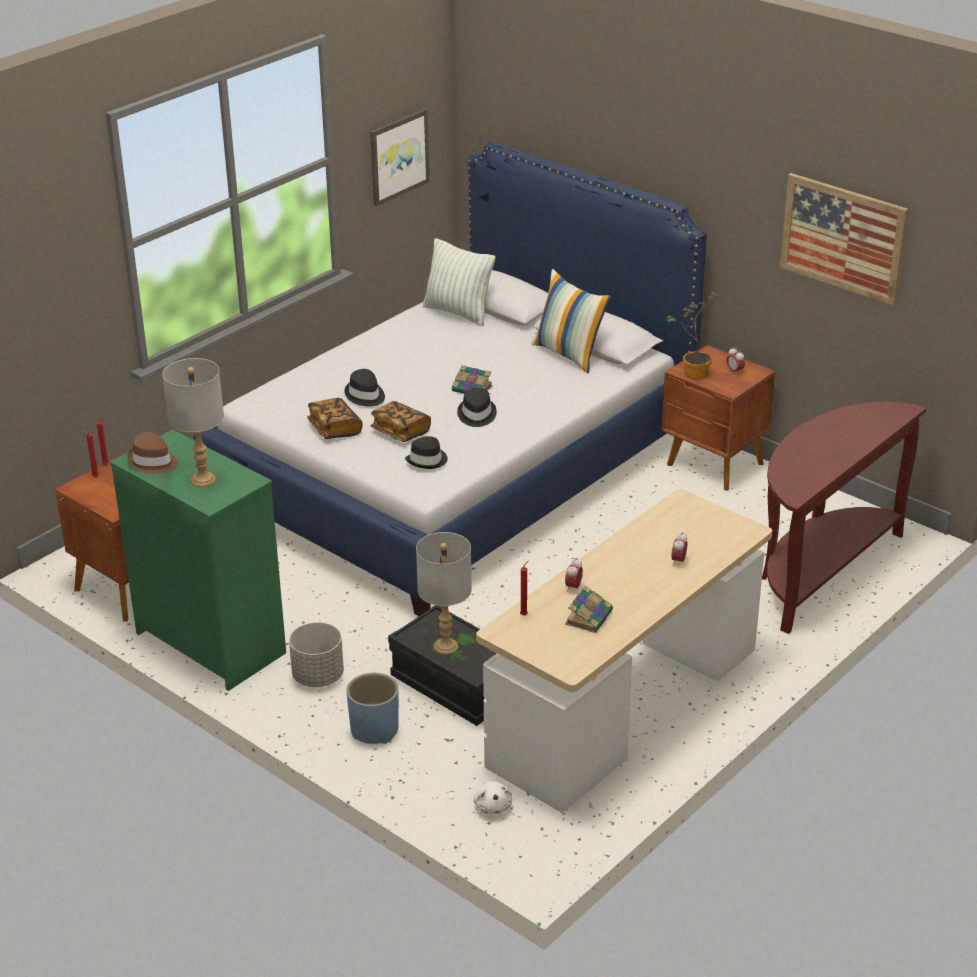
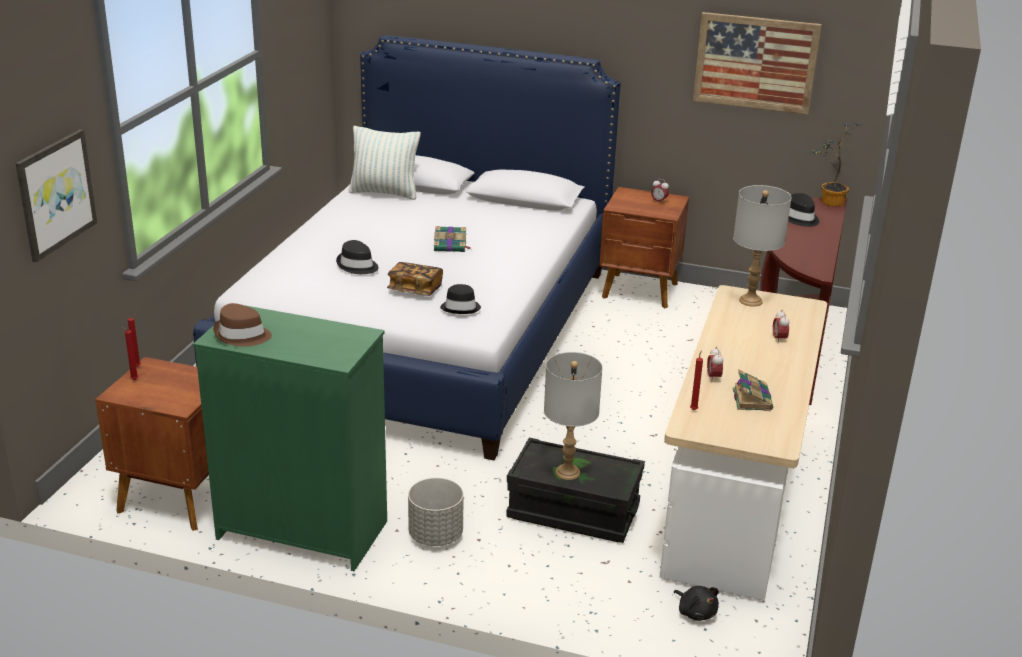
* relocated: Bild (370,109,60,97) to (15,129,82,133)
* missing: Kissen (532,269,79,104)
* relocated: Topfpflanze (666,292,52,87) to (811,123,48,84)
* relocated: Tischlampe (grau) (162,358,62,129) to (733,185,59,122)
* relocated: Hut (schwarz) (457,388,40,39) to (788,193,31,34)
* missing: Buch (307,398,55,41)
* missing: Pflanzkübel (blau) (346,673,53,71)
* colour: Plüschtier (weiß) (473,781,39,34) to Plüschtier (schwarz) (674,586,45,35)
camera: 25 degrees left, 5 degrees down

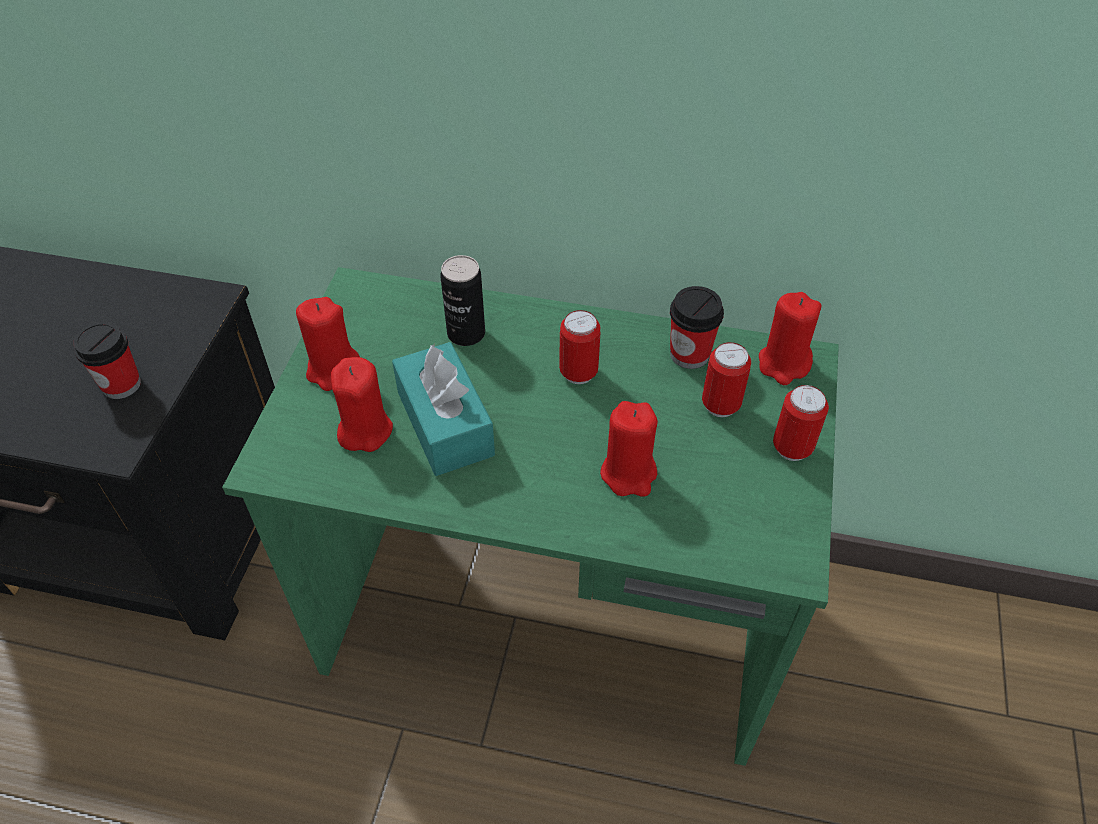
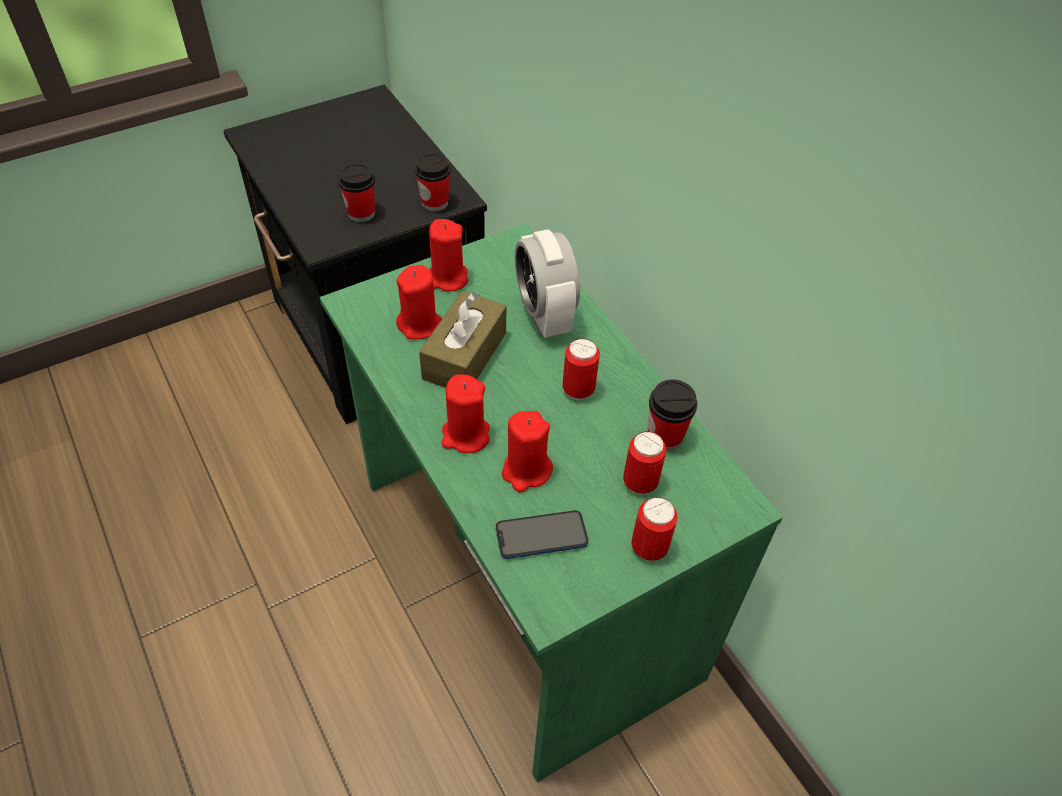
* exchanged: Dose (440,255,45,91) to Wecker (515,229,65,109)
* relocated: Kerze (rot) (759,292,62,93) to (442,374,48,79)
* colour: Taschentuchbox (türkis) (392,342,103,134) to Taschentuchbox (braun) (419,291,87,97)
* appeared: Tasse (415,153,36,58)
* appeared: Handy (495,510,94,49)
camera: 45 degrees right, 0 degrees up

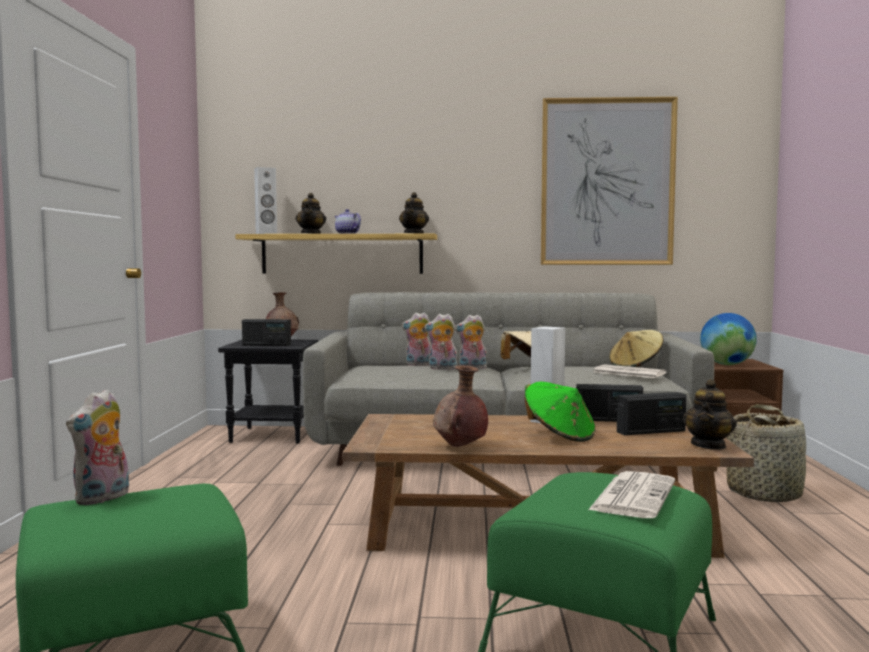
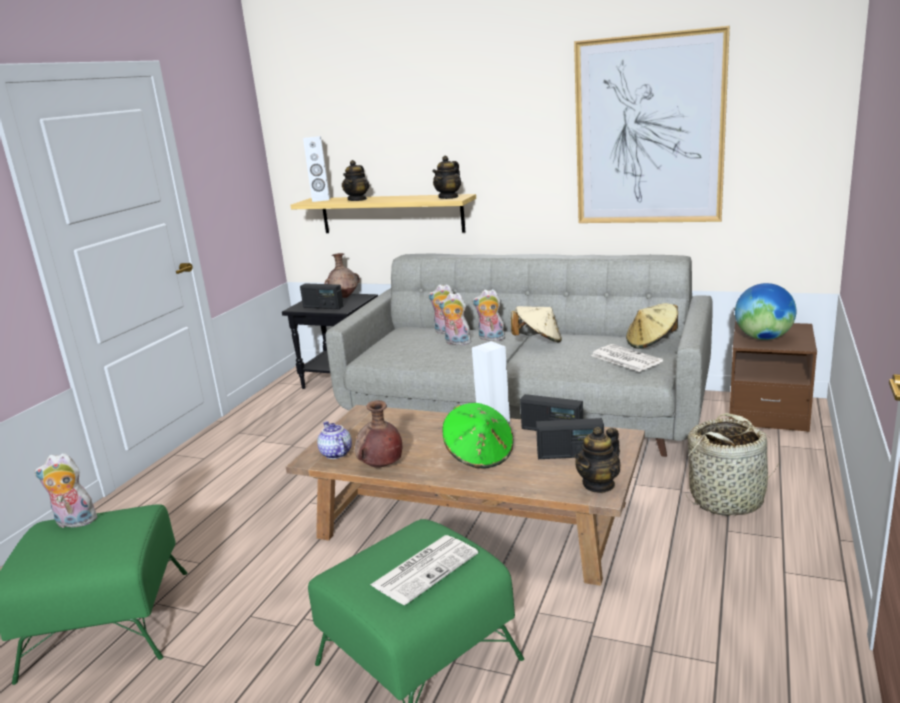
* relocated: Teekanne (334,209,27,25) to (317,421,35,38)
* spun: Plüschtier (66,389,63,116) = (34,453,65,75) 45 degrees clockwise
camera: 20 degrees right, 15 degrees up

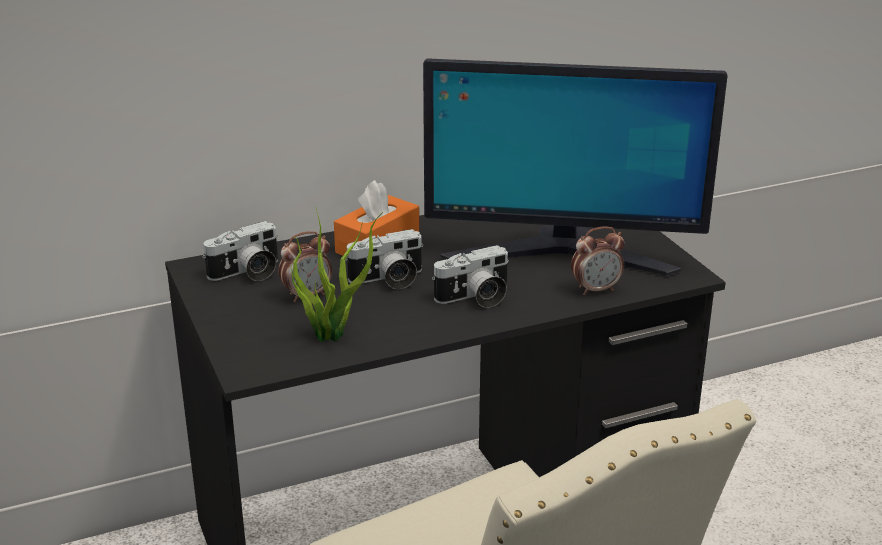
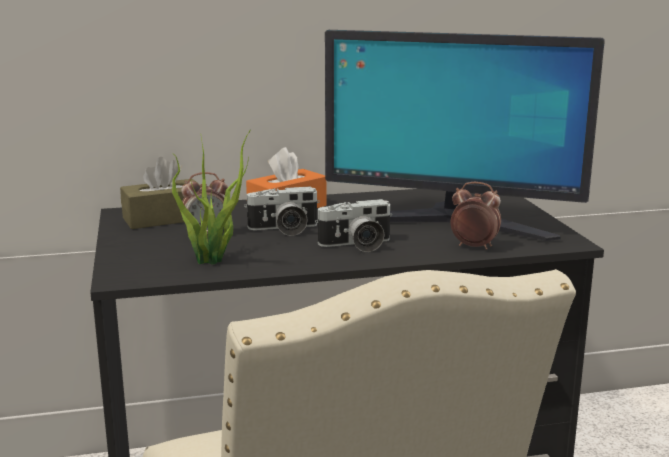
* exchanged: Kamera (202,221,76,60) to Taschentuchbox (braun) (120,157,76,72)
* spun: Wecker (571,226,53,69) = (451,182,50,68) 150 degrees counterclockwise
camera: 10 degrees right, 10 degrees down

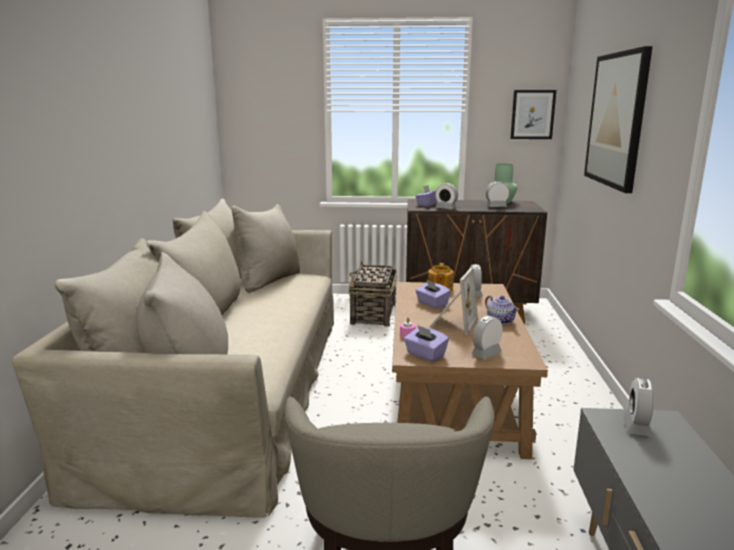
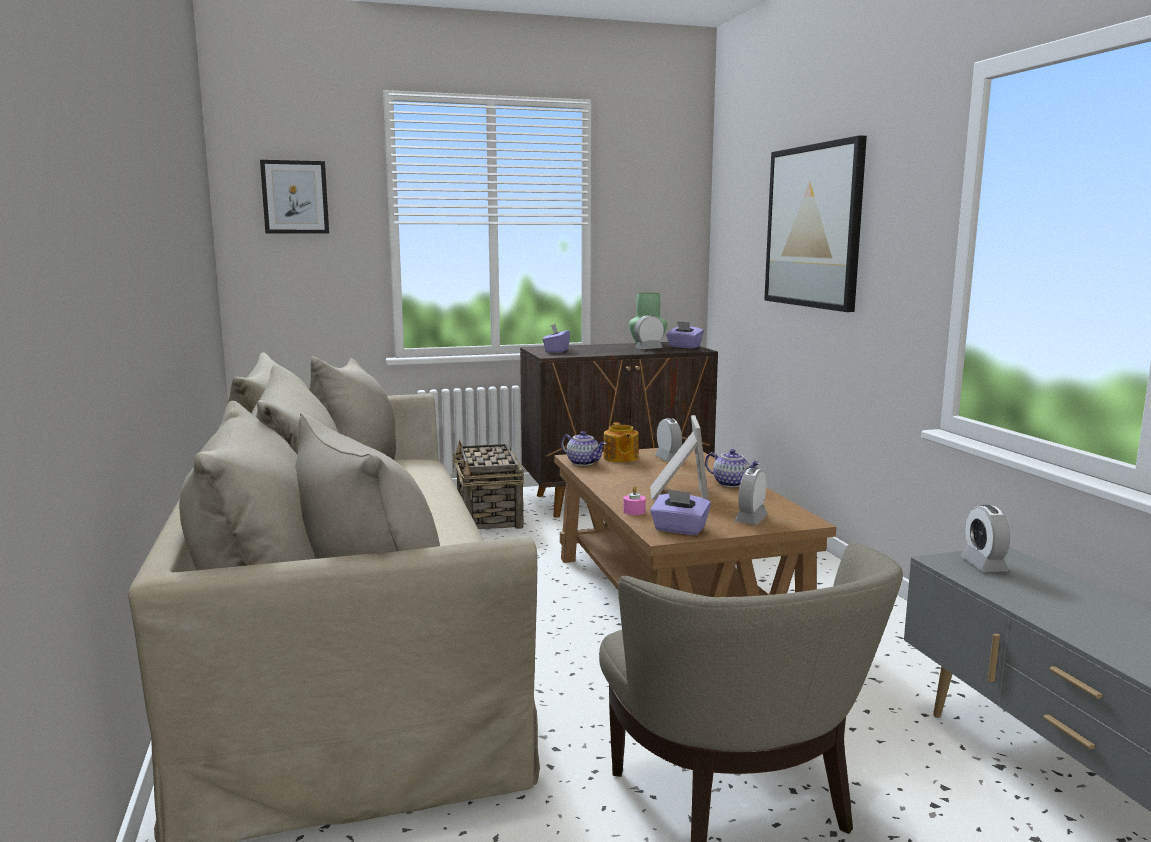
* relocated: Bild (510,90,47,49) to (260,160,69,74)
* missing: Wecker (435,183,23,26)
* relocated: Taschentuchbox (lila) (415,279,36,29) to (666,321,38,27)
* appeared: Teekanne (561,431,45,35)
camera: 20 degrees left, 5 degrees down

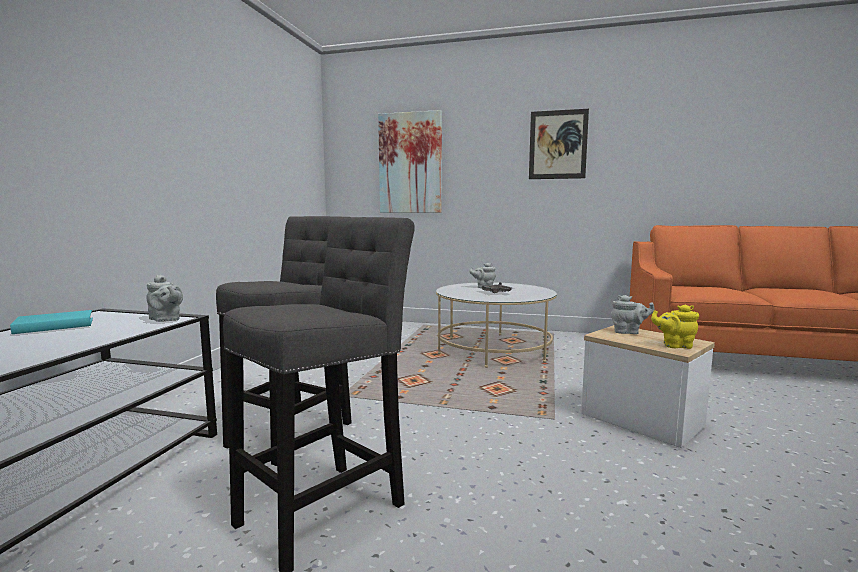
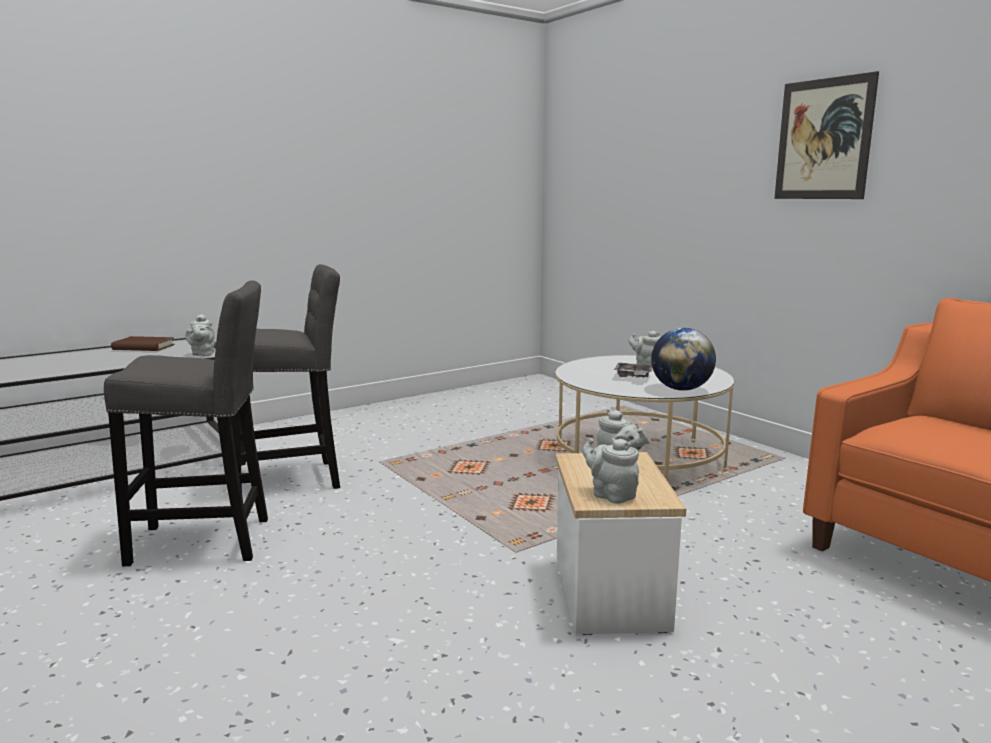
* missing: Bild (378,110,64,103)
* colour: Teekanne (gelb) (651,305,48,44) to Teekanne (grau) (582,438,57,66)
* colour: Buch (türkis) (10,310,83,24) to Buch (braun) (111,336,64,15)
* appeared: Globus (651,328,65,63)
camera: 40 degrees right, 5 degrees up

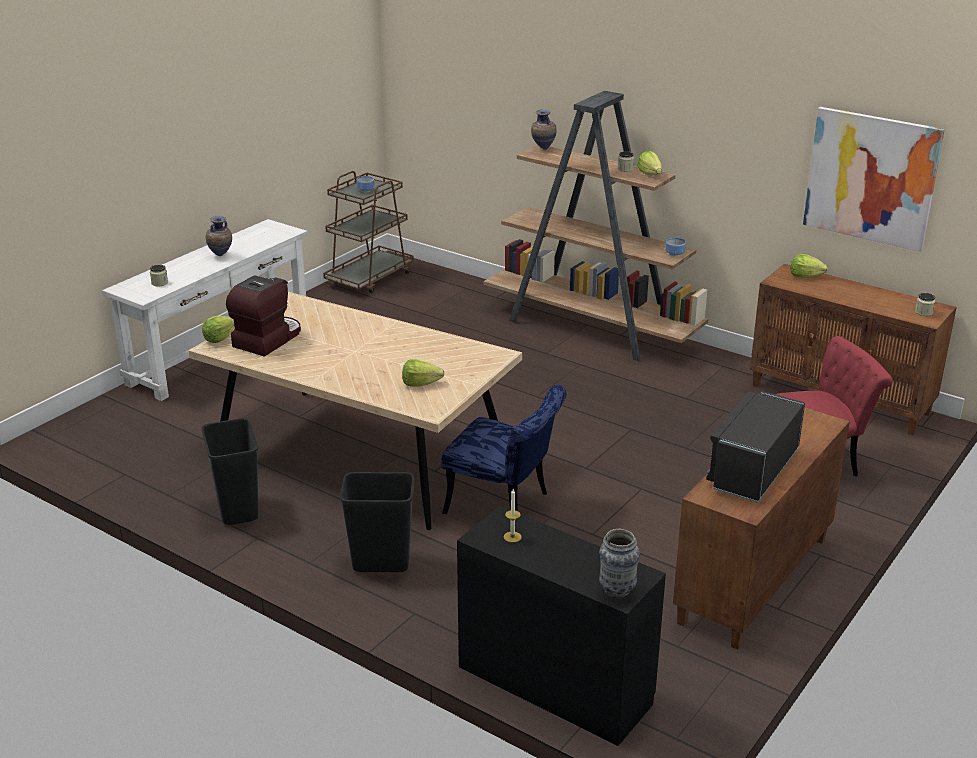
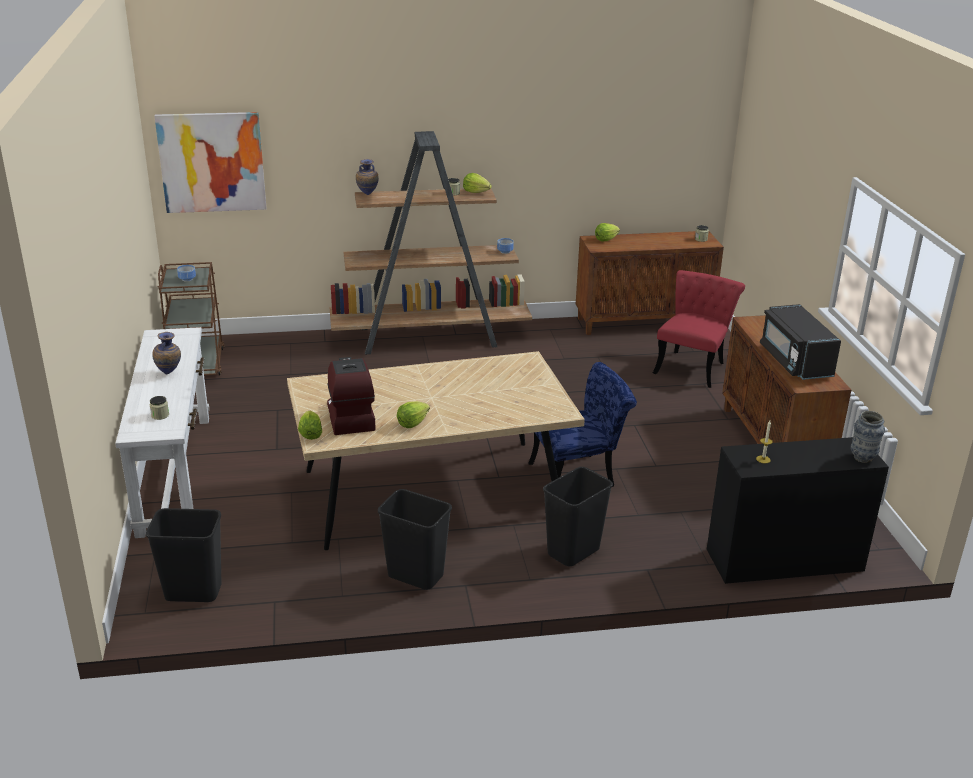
* relocated: Bild (803,107,142,145) to (154,112,112,101)
* relocated: Salatkopf (402,359,42,28) to (397,401,33,27)
* appeared: Mülleimer (schwarz) (146,508,76,94)
camera: 45 degrees left, 0 degrees up

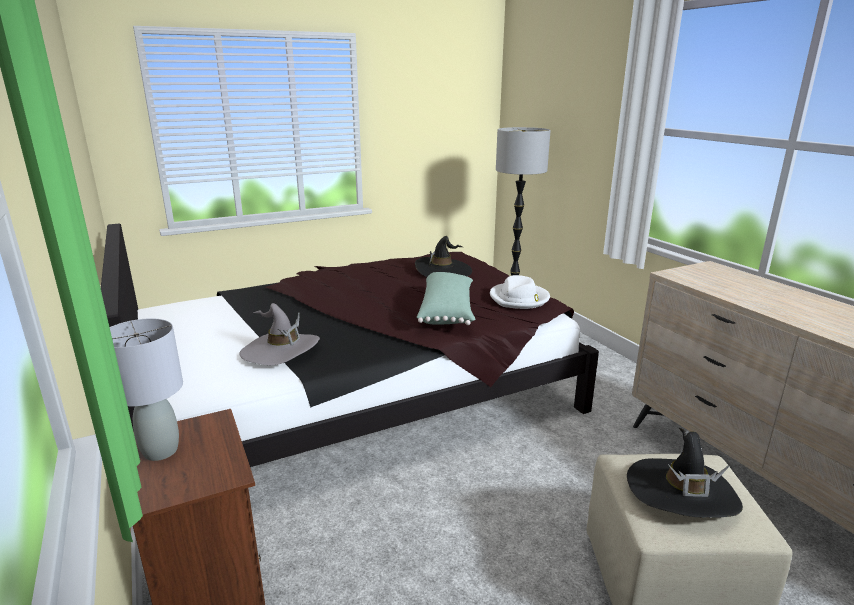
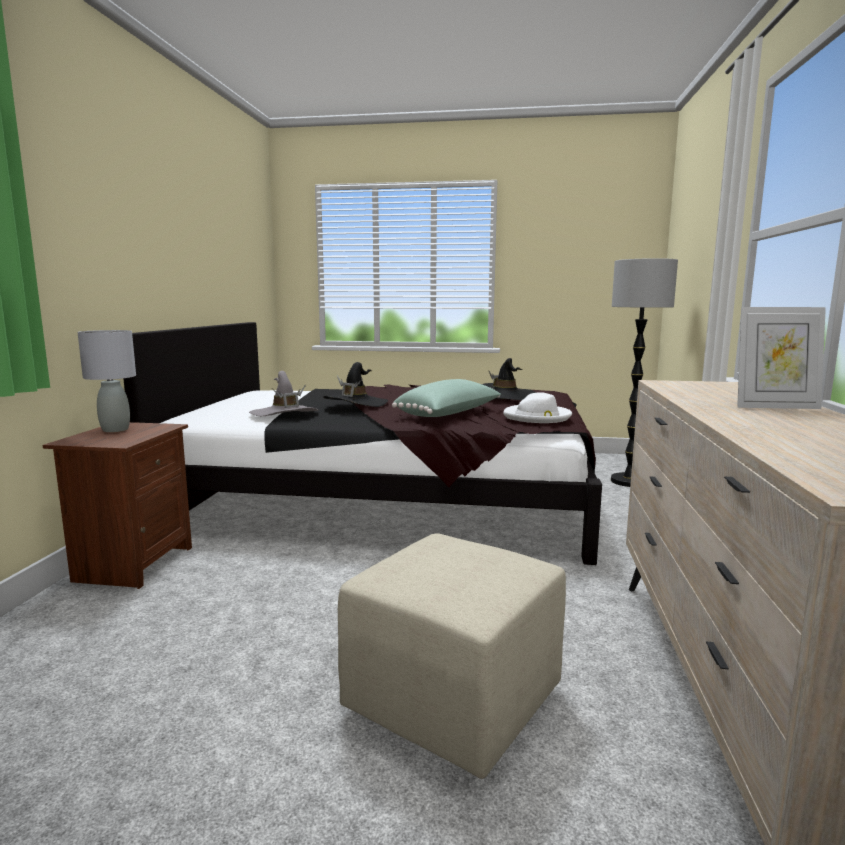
* relocated: Hut (schwarz) (627,428,116,90) to (324,362,64,45)
* appeared: Bilderrahmen (737,307,89,102)
camera: 35 degrees right, 10 degrees down

